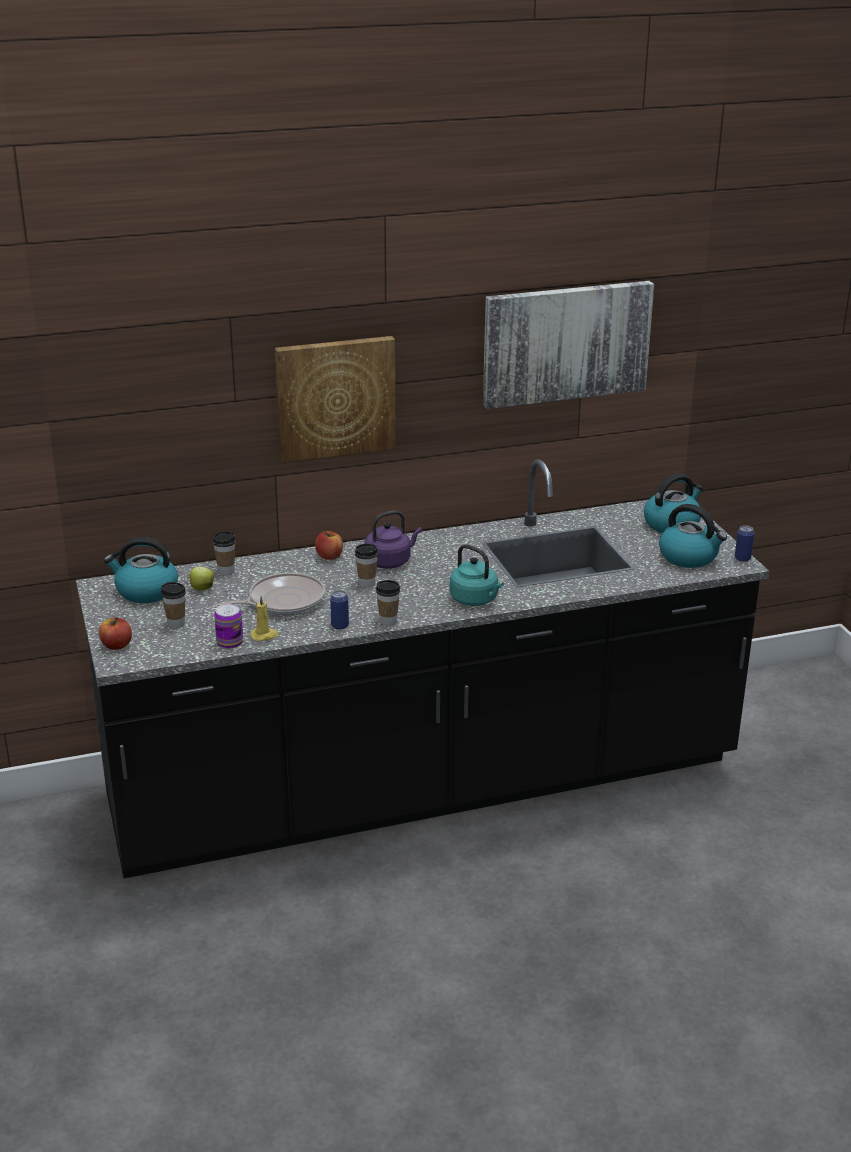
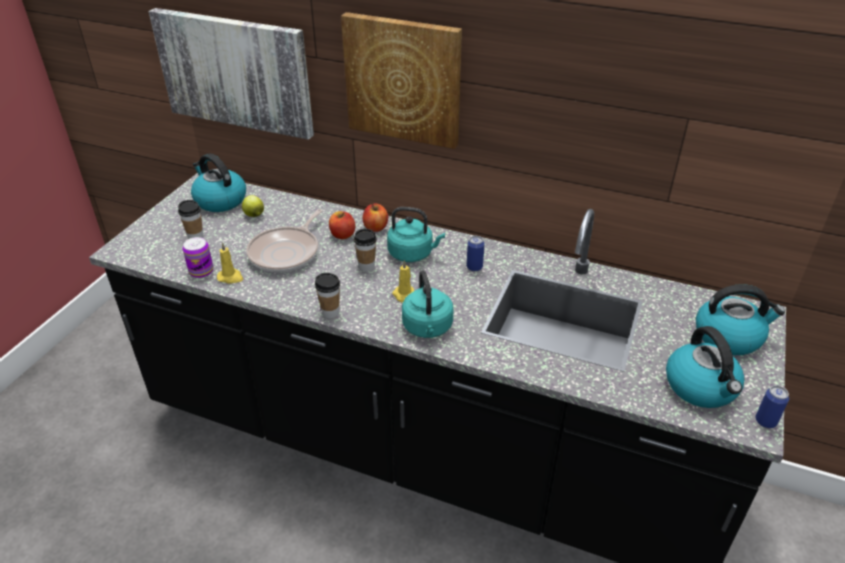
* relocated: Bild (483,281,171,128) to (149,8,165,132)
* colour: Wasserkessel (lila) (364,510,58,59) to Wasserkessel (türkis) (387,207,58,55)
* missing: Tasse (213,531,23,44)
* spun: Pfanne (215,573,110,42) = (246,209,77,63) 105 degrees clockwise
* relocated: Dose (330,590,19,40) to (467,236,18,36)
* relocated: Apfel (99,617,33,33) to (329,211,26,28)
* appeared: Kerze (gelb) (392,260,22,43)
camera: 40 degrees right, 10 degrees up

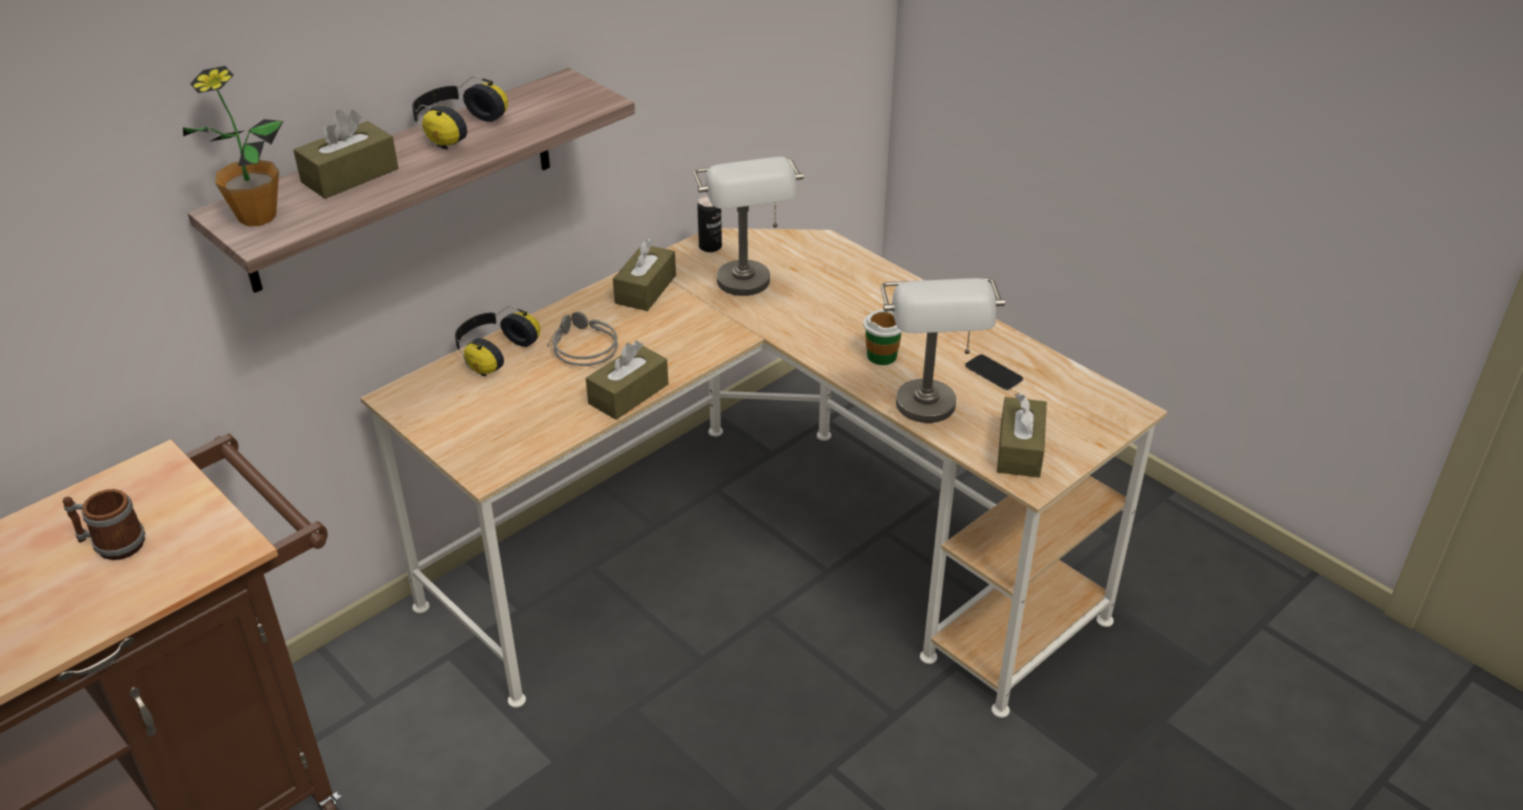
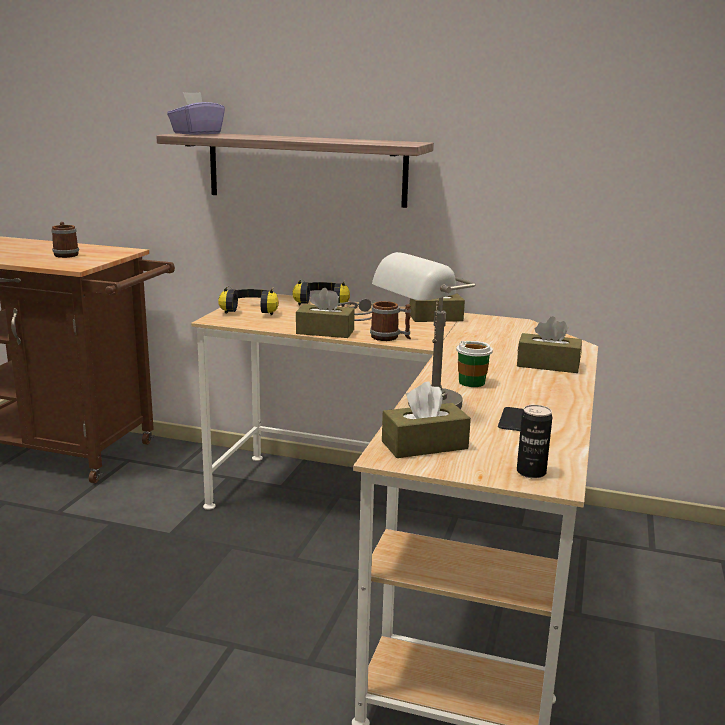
* exchanged: Topfpflanze (183,66,100,160) to Taschentuchbox (lila) (167,92,58,43)
* relocated: Kopfhörer (412,76,96,74) to (218,285,61,31)
* relocated: Taschentuchbox (braun) (293,110,105,89) to (517,316,65,57)
* missing: Tischlampe (grau) (693,157,111,139)
* relocated: Dose (697,195,25,58) to (517,405,35,74)
* appeared: Henkelbecher (370,301,41,40)
camera: 60 degrees right, 20 degrees down

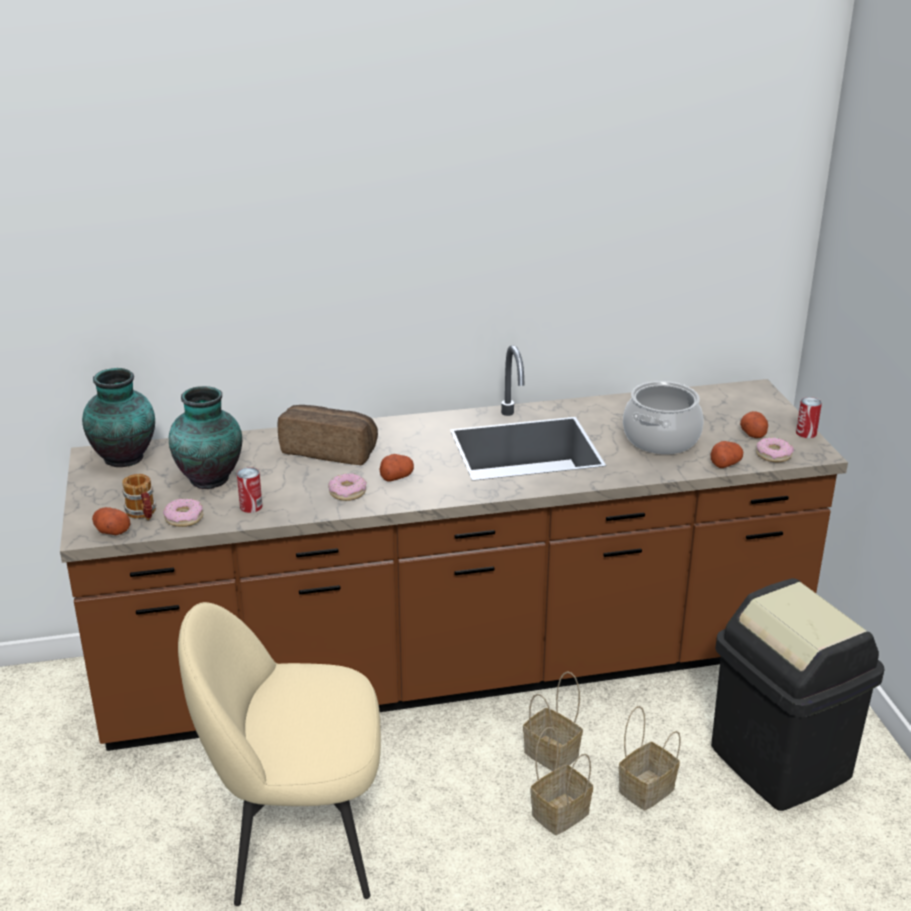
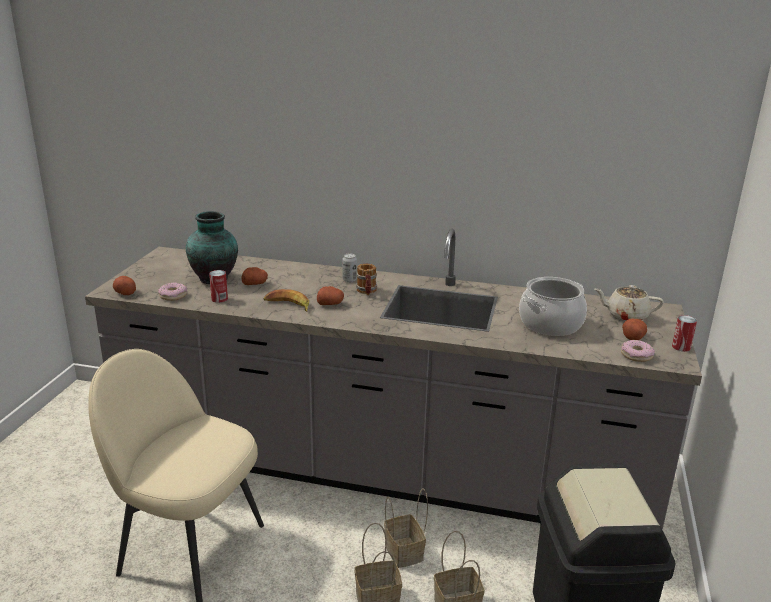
* colour: Küchenzeile (braun) (60,345,788,406) to Küchenzeile (grau) (85,229,617,301)
* missing: Vase (82,368,73,99)
* missing: Brot (277,405,101,60)
* relocated: Kartoffel (711,441,32,27) to (241,267,27,18)
* exchanged: Donut (328,473,39,28) to Banane (263,289,46,23)
* relocated: Henkelbecher (122,474,34,46) to (356,264,21,31)
* appeared: Dose (343,254,14,28)
* appeared: Teekanne (beige) (595,285,69,36)
camera: 25 degrees right, 5 degrees down

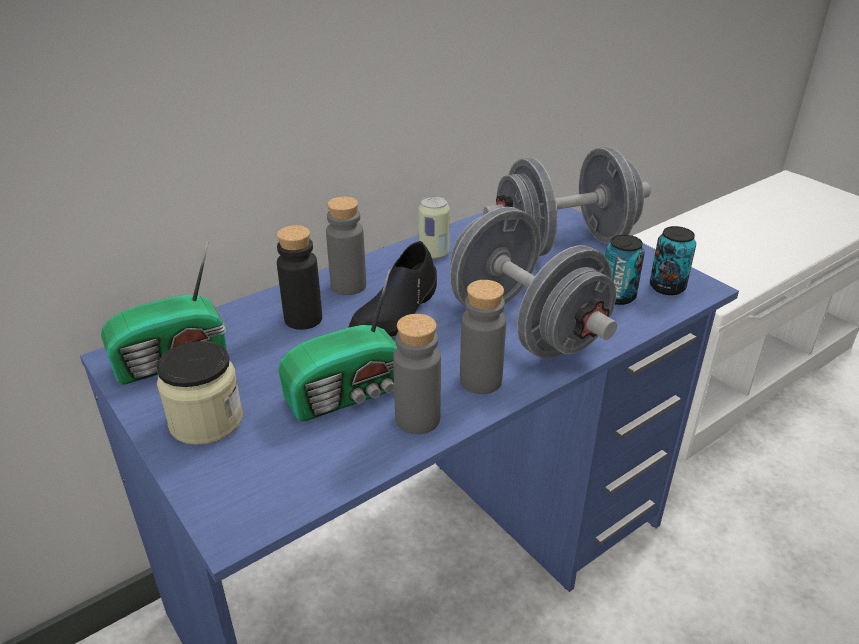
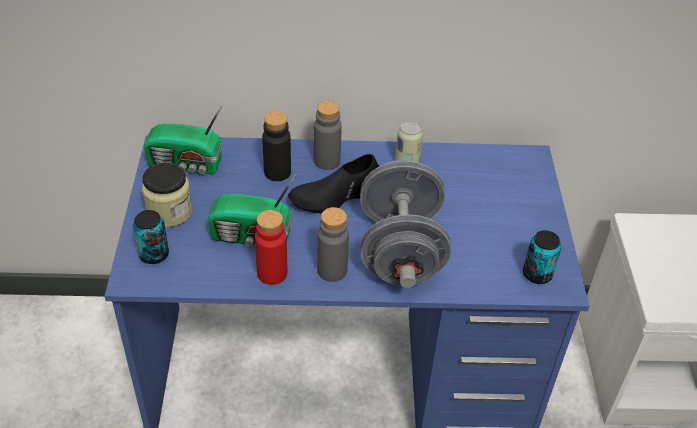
* missing: Hantel (grau) (483,147,168,109)
* relocated: Dose (605,234,40,71) to (133,210,36,54)
* colour: Flasche (grau) (393,314,48,120) to Flasche (rot) (255,210,32,75)
camera: 35 degrees right, 10 degrees up

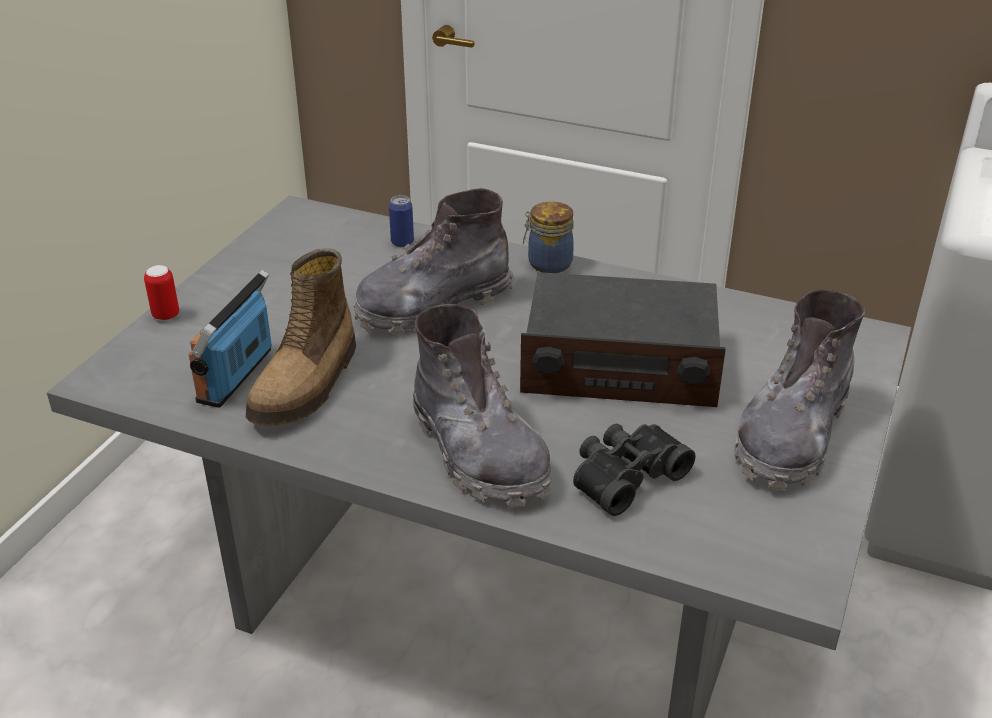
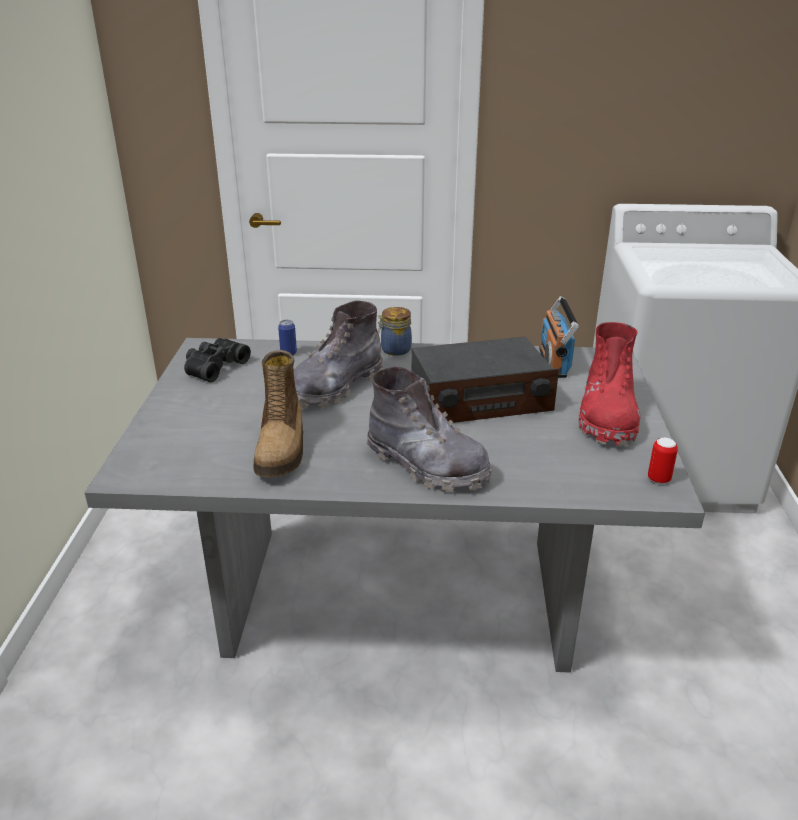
* relocated: Dose (144,265,35,56) to (648,438,30,46)
* relocated: Radio (188,270,84,138) to (539,296,40,82)
* colour: Stiefel (grau) (735,289,130,202) to Stiefel (rot) (578,322,62,124)
* relocated: Fernglas (schwarz) (573,423,122,93) to (184,338,67,44)
camera: 20 degrees left, 5 degrees down

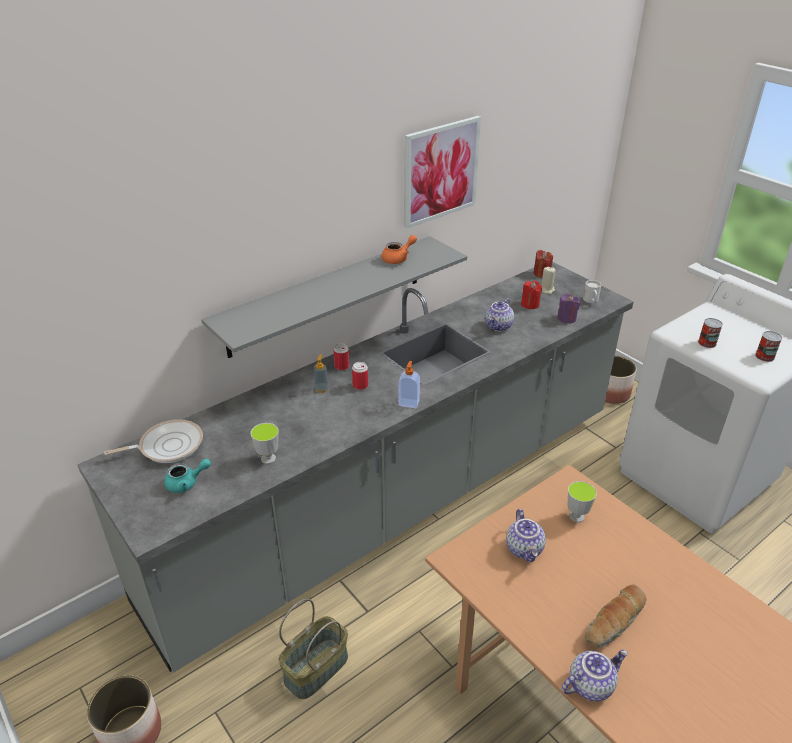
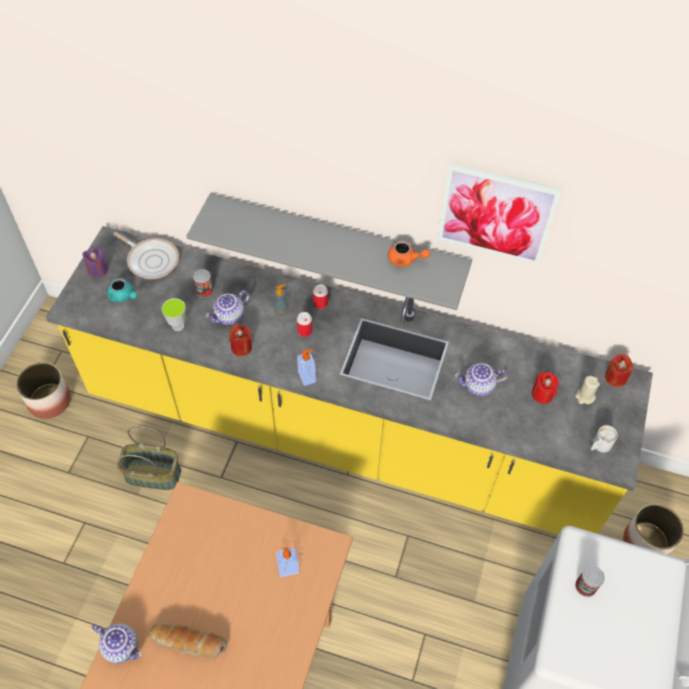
* colour: Küchenzeile (grau) (77,262,556,410) to Küchenzeile (gelb) (46,226,607,309)
* relocated: Kerze (lila) (557,294,23,29) to (82,247,26,31)
* relocated: Dose (755,331,27,31) to (193,269,20,29)
* exchanged: Tasse (567,481,30,42) to Seifenspender (276,547,24,30)
* relocated: Teekanne (506,509,40,53) to (205,290,44,35)
* appeared: Kerze (rot) (229,325,23,31)
camera: 55 degrees right, 20 degrees up

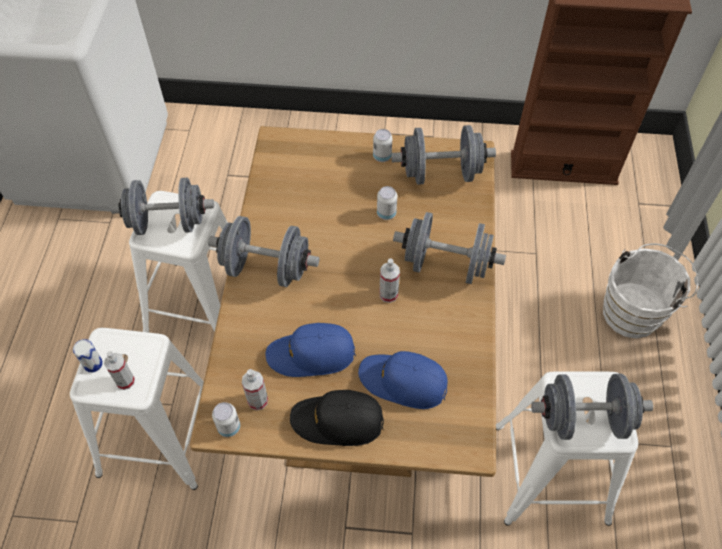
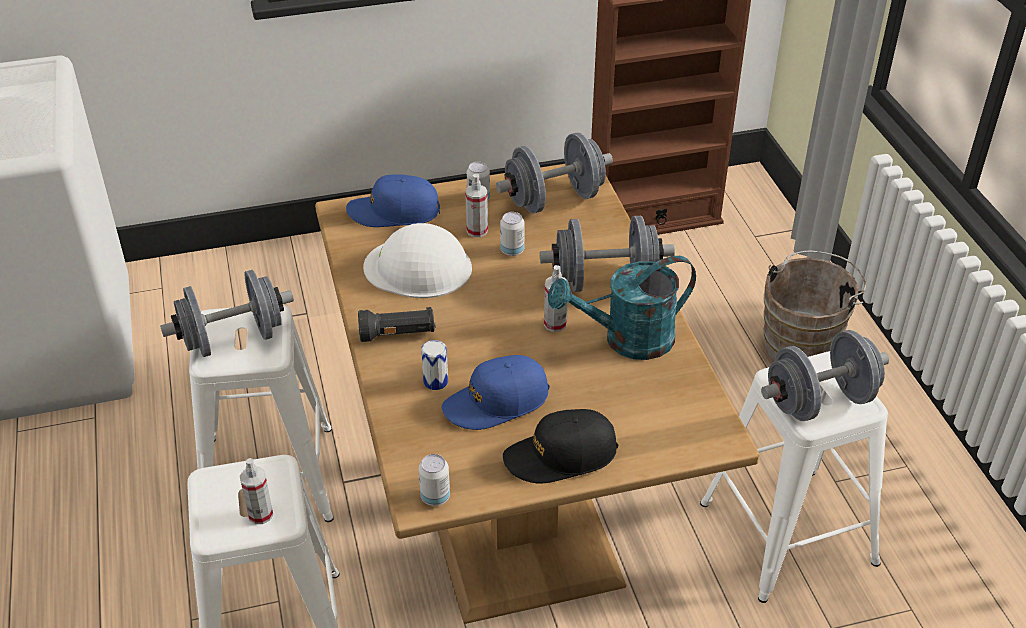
* exchanged: Hantel (grau) (208,216,112,71) to Taschenlampe (schwarz) (358,307,78,35)
* colour: Eimer (weiß) (603,244,96,94) to Eimer (braun) (764,251,102,110)
* relocated: Dose (73,339,30,34) to (421,340,27,50)
* relocated: Kappe (blau) (358,351,90,58) to (346,174,94,53)
* relocated: Sprühflasche (242,369,26,42) to (465,174,23,63)
* appeared: Schutzhelm (weiß) (363,223,109,75)
* appeared: Gießkanne (türkis) (548,256,148,104)
camera: 20 degrees left, 15 degrees down

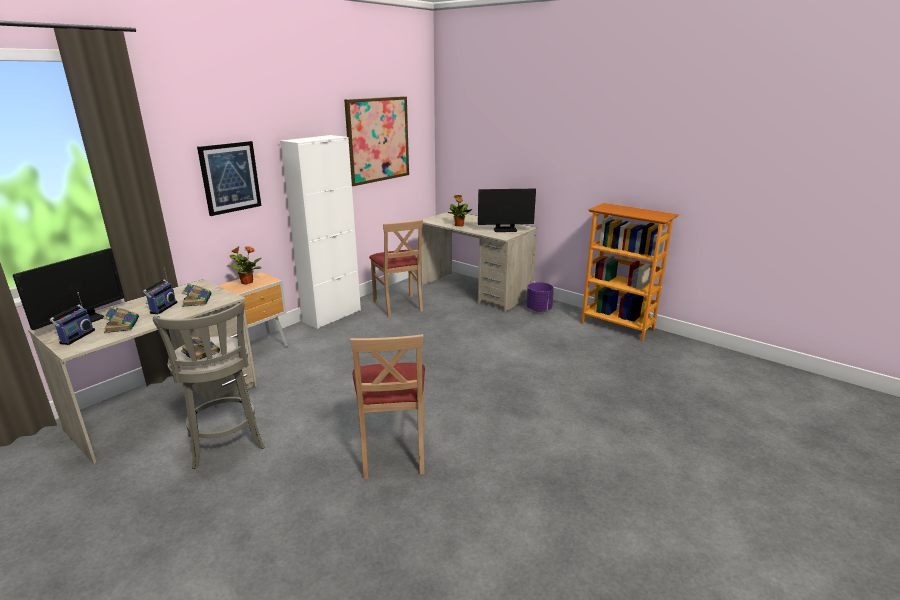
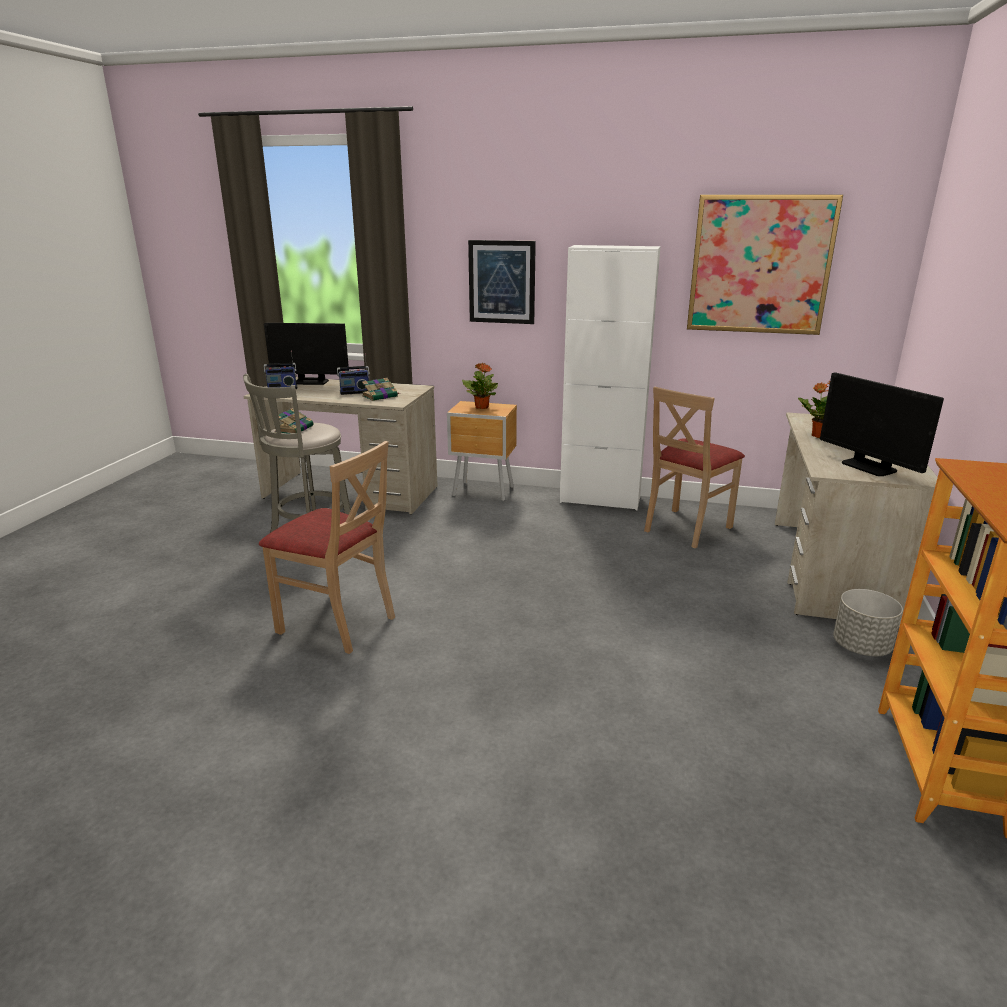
* colour: Pflanzkübel (lila) (526,282,28,30) to Pflanzkübel (grau) (833,589,70,67)
* missing: Buch (103,306,36,27)
* spun: Stuhl (beige) (350,334,75,145) = (259,441,136,213) 120 degrees counterclockwise
camera: 65 degrees right, 0 degrees up

